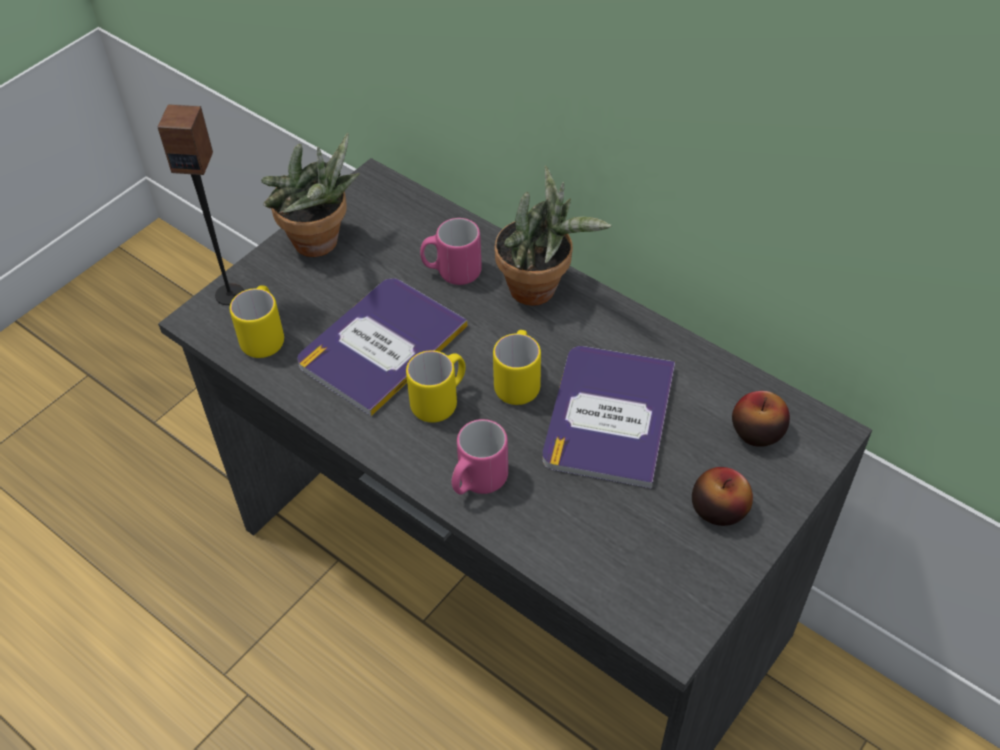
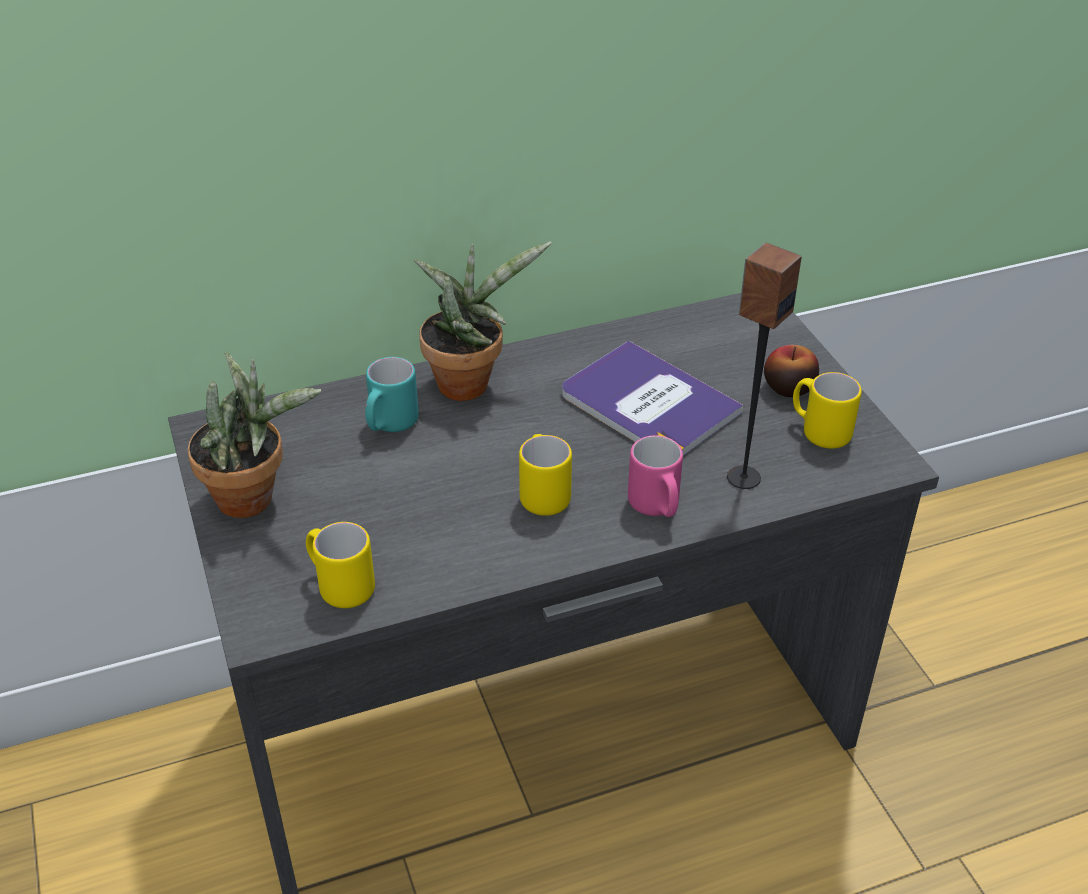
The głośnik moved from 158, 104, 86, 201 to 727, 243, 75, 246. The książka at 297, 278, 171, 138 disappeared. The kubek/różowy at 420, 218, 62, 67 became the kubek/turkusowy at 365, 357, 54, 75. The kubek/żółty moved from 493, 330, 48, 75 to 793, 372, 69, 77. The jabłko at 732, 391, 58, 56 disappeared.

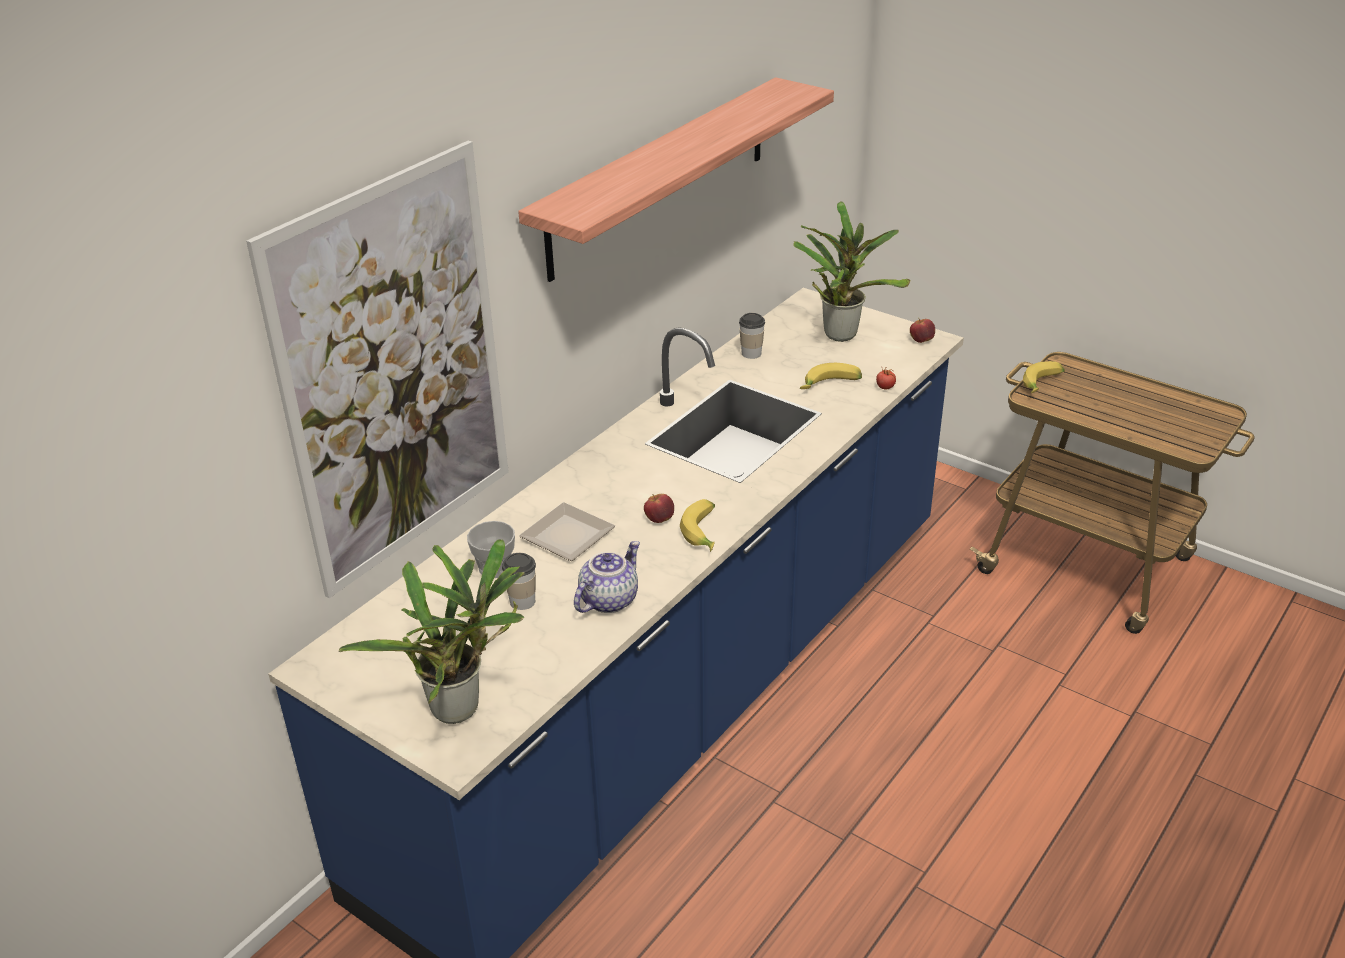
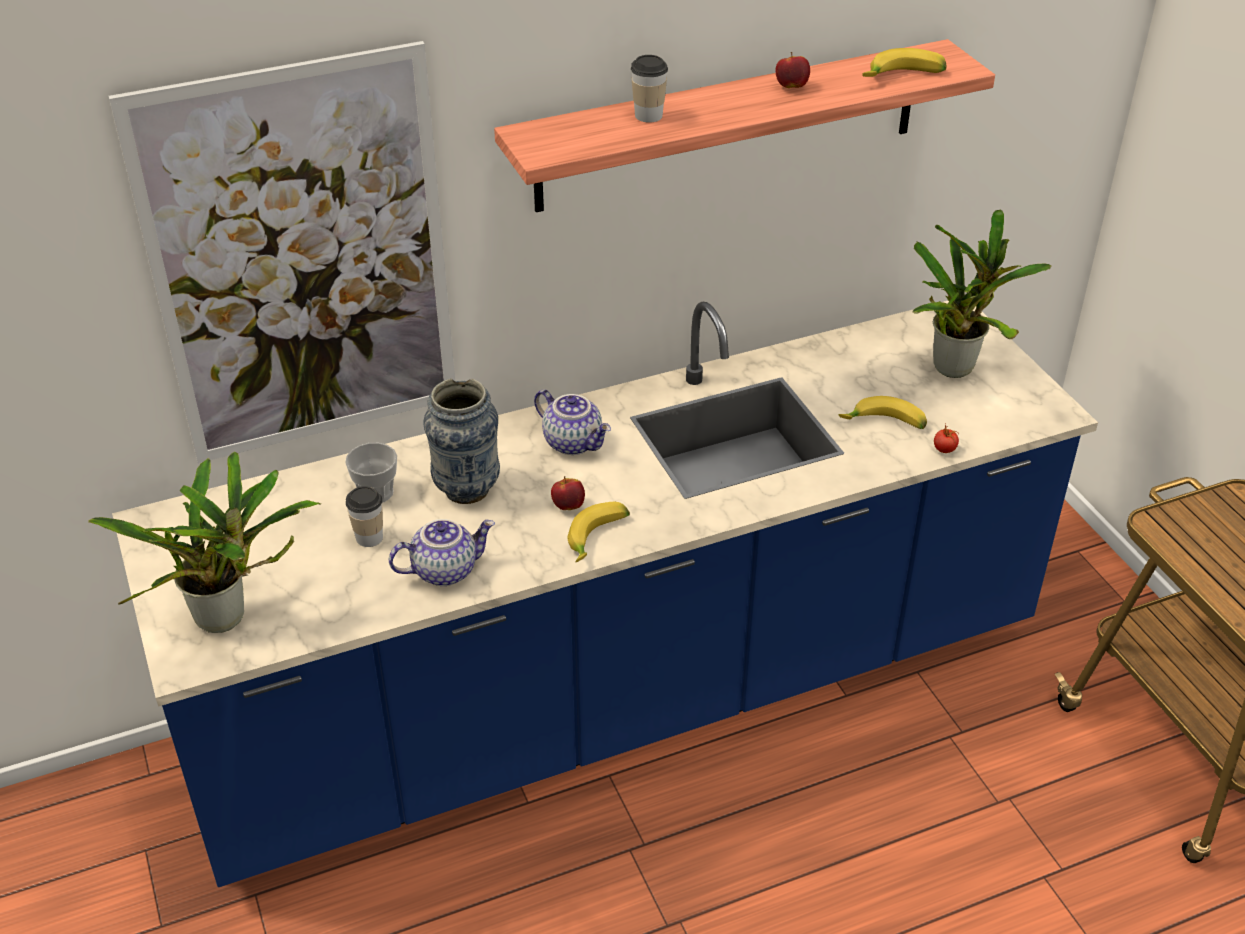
The talerz at 519, 502, 96, 59 was replaced by the wazon at 423, 378, 77, 126. The filiżanka moved from 739, 313, 26, 46 to 631, 55, 37, 68. The jabłko moved from 910, 318, 25, 25 to 776, 52, 34, 36. The banan moved from 1023, 361, 42, 32 to 862, 48, 84, 29. The imbryk at 534, 389, 77, 66 appeared.

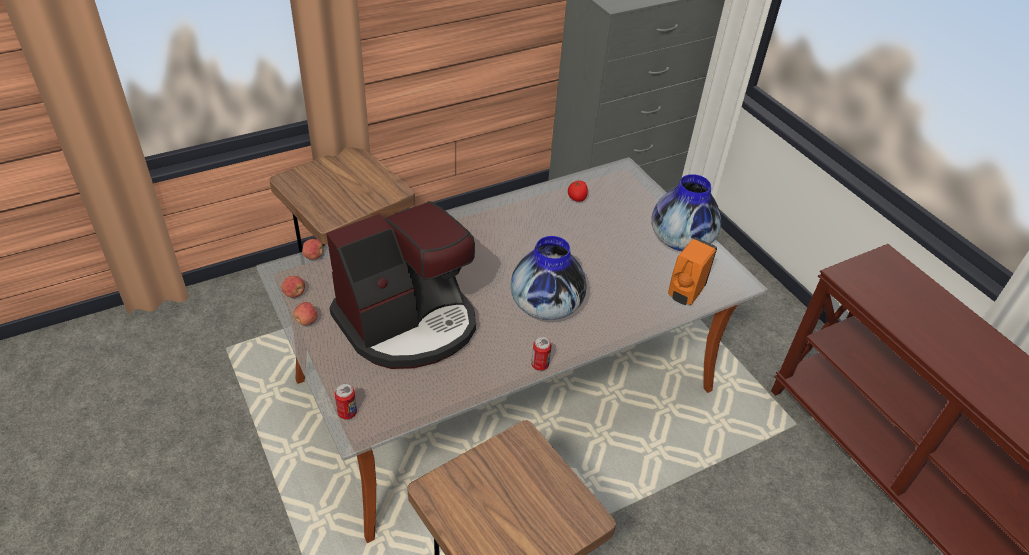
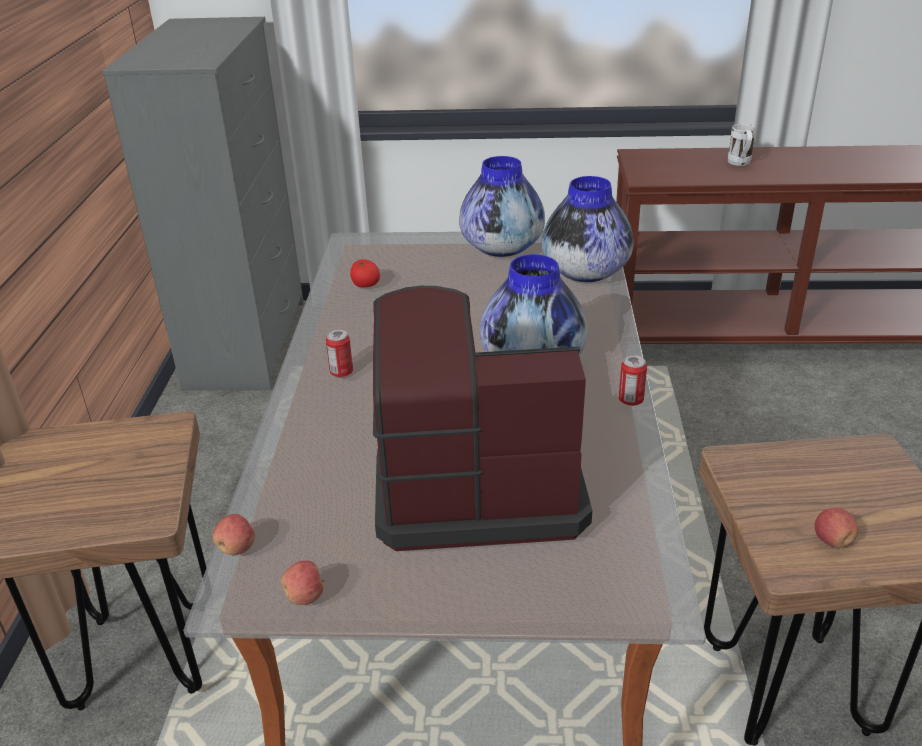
The jabłko moved from 293, 302, 25, 23 to 815, 507, 43, 41. The ekspres do kawy at 326, 201, 150, 168 turned 90 degrees counterclockwise. The puszka moved from 334, 384, 23, 35 to 326, 330, 27, 47. The dozownik mydła/pomarańczowy at 668, 237, 49, 68 was replaced by the wazon at 542, 176, 92, 106. The kubek/biały at 728, 124, 27, 42 appeared.

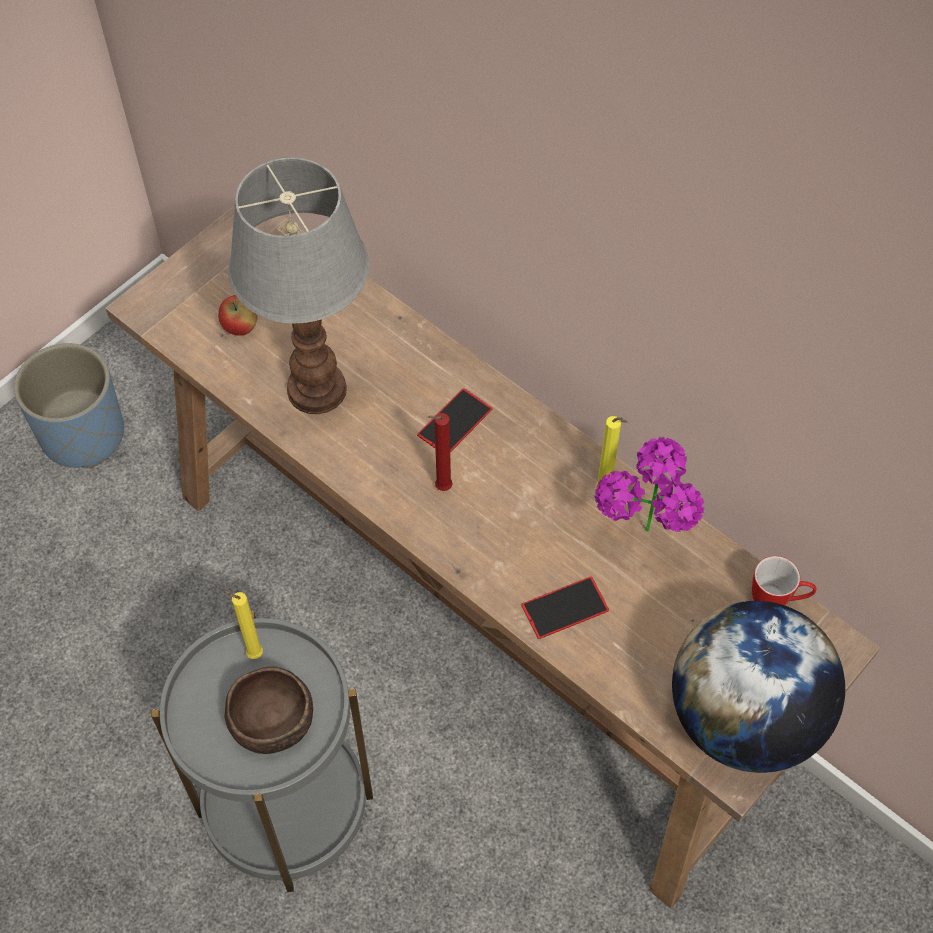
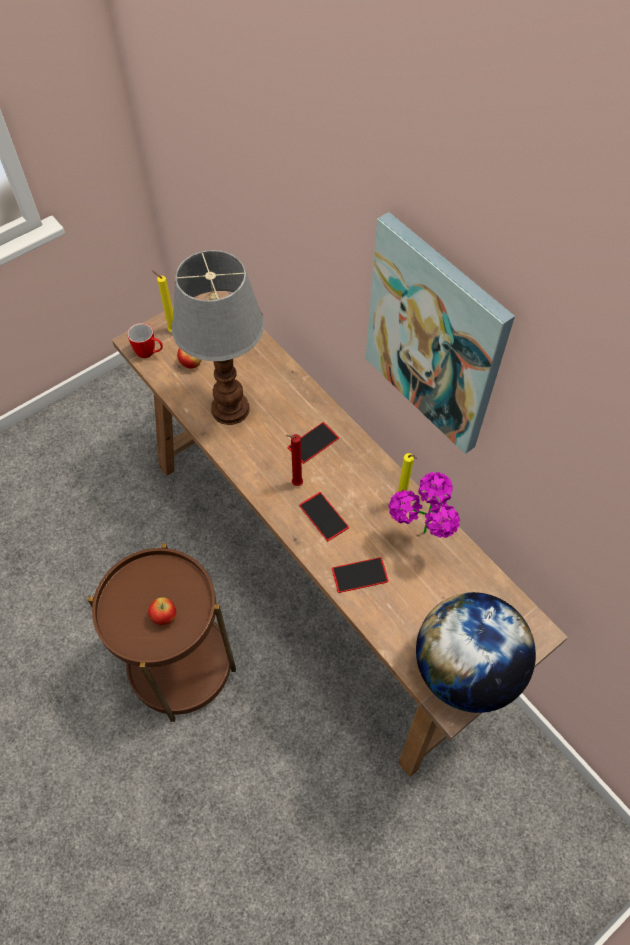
The donica/niebieski at 14, 343, 110, 125 disappeared. The stolik/szary at 151, 611, 222, 281 became the stolik/brązowy at 88, 543, 148, 179. The świeca/żółty moved from 222, 589, 41, 70 to 152, 270, 21, 62. The miska/brązowy at 225, 666, 88, 88 was replaced by the jabłko at 148, 597, 28, 28. The kubek moved from 752, 556, 65, 49 to 127, 323, 36, 35. The telefon at 299, 492, 50, 49 appeared. The obraz at 366, 212, 149, 242 appeared.

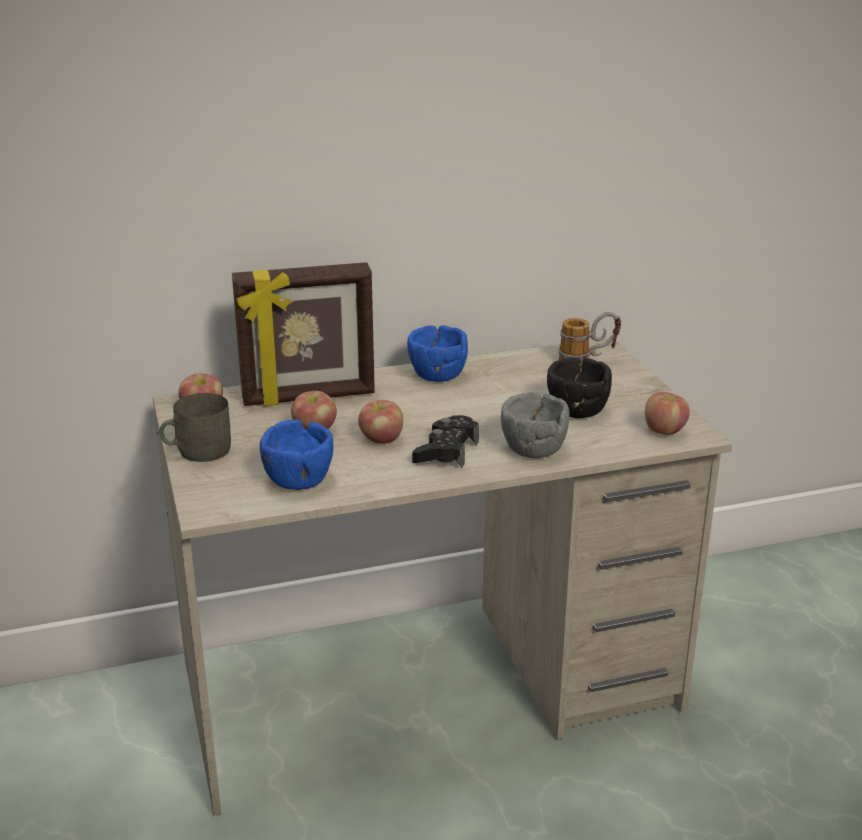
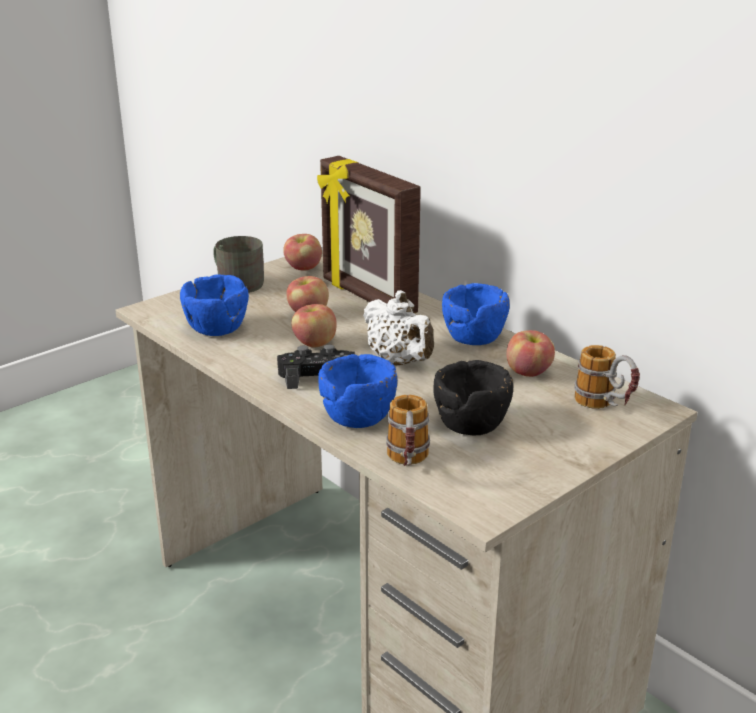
The miska/szary at 501, 392, 69, 66 became the miska/niebieski at 318, 354, 79, 74. The jabłko moved from 645, 392, 45, 43 to 506, 330, 49, 47. The imbryk/biały at 363, 290, 71, 75 appeared. The kubek at 386, 395, 44, 71 appeared.

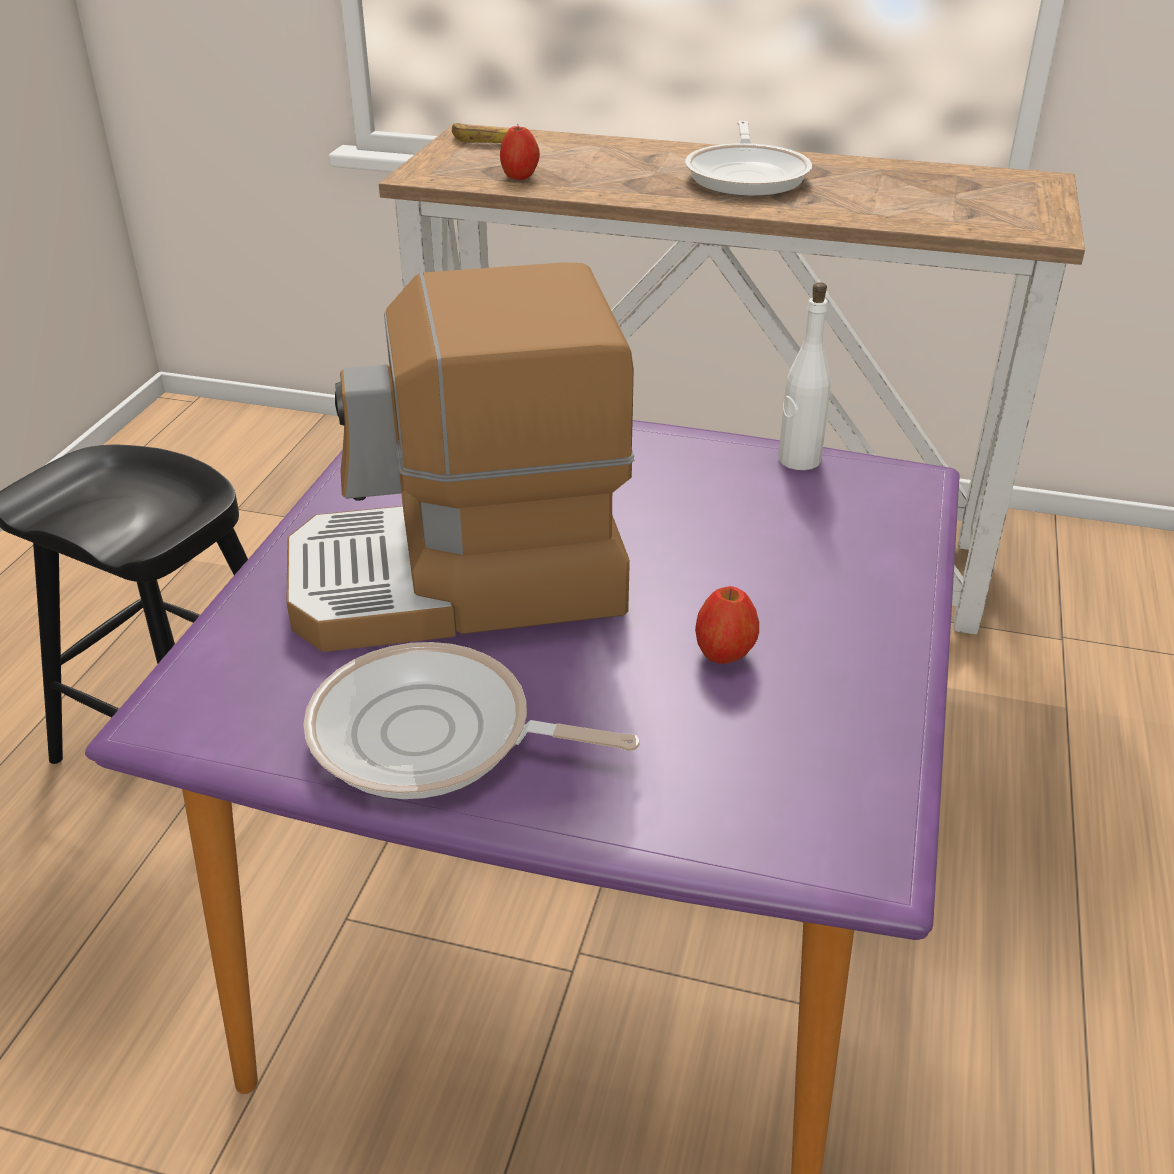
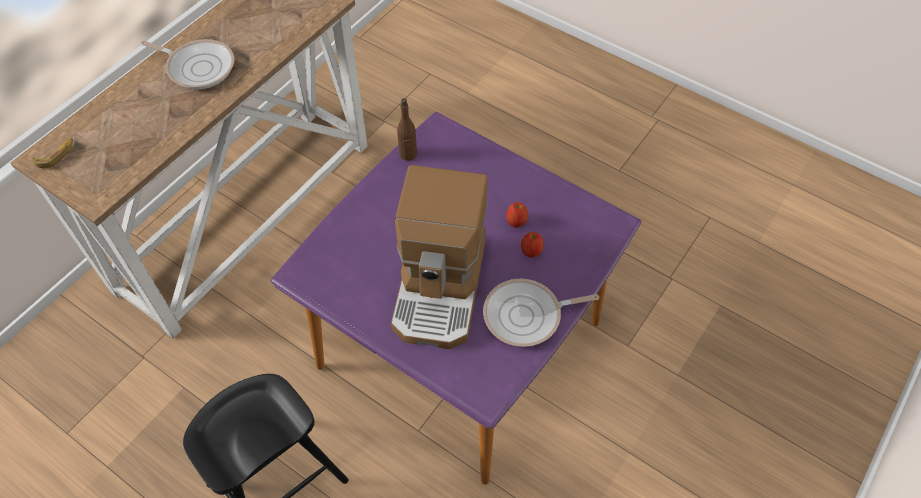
The patelnia at 303, 642, 337, 157 turned 45 degrees clockwise. The jabłko moved from 500, 126, 40, 54 to 521, 232, 23, 26. The butelka/biały at 778, 282, 53, 188 became the butelka/brązowy at 397, 98, 20, 63.

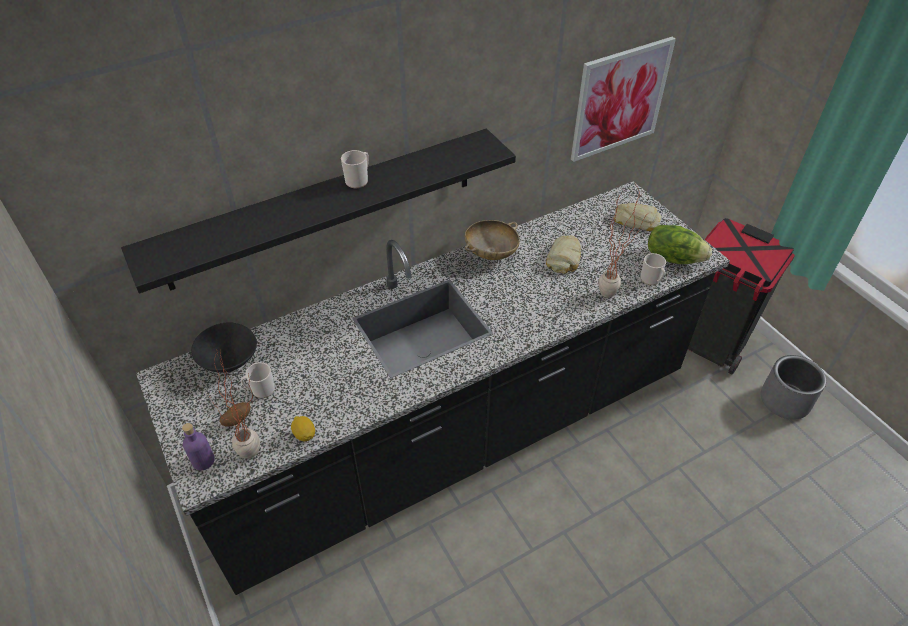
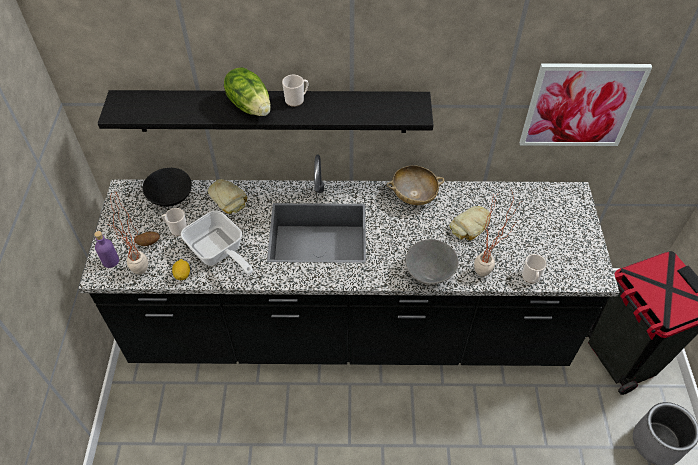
The chleb moved from 614, 203, 48, 28 to 208, 179, 39, 35. The sałata moved from 648, 225, 64, 39 to 224, 67, 47, 49. The patelnia at 181, 210, 72, 65 appeared. The miska/szary at 405, 239, 54, 46 appeared.

